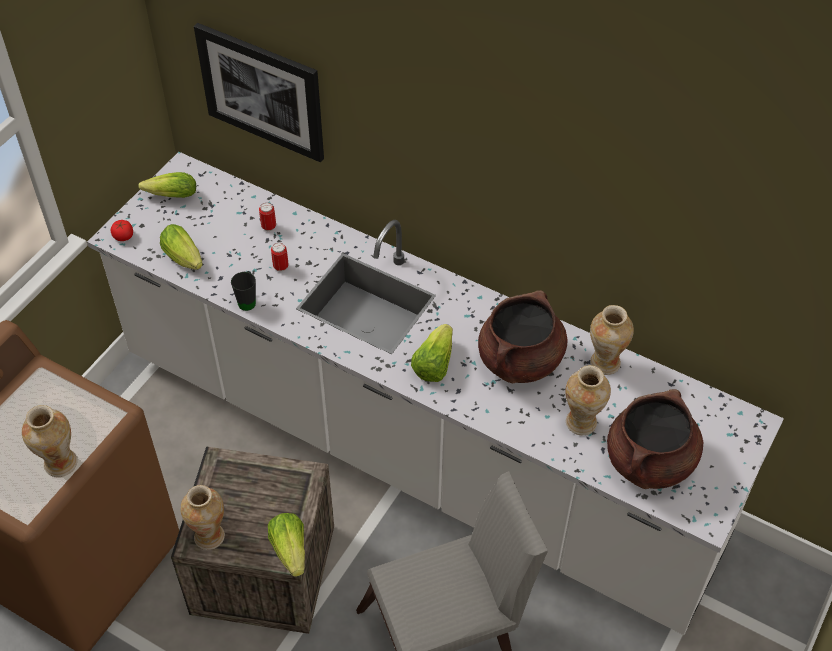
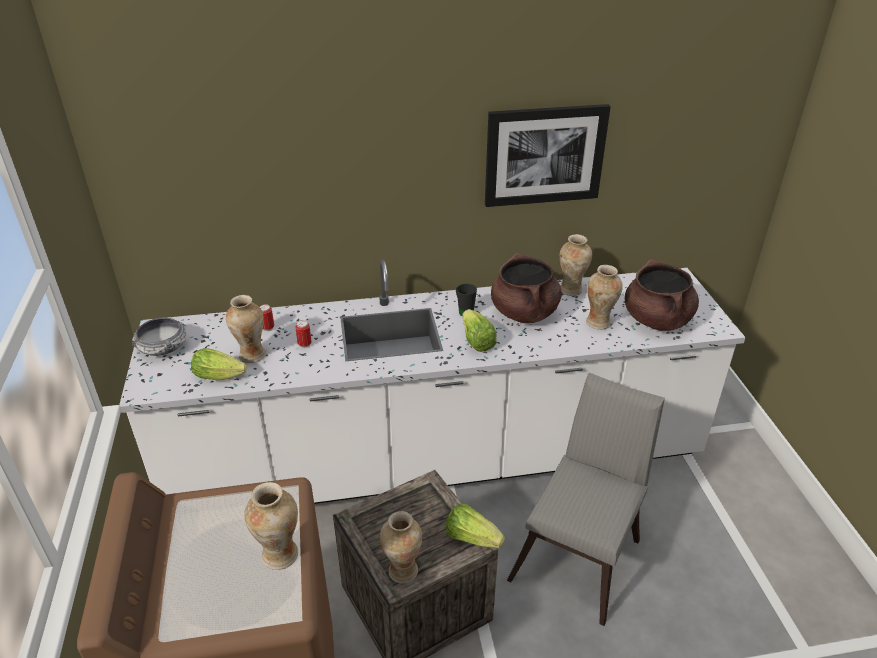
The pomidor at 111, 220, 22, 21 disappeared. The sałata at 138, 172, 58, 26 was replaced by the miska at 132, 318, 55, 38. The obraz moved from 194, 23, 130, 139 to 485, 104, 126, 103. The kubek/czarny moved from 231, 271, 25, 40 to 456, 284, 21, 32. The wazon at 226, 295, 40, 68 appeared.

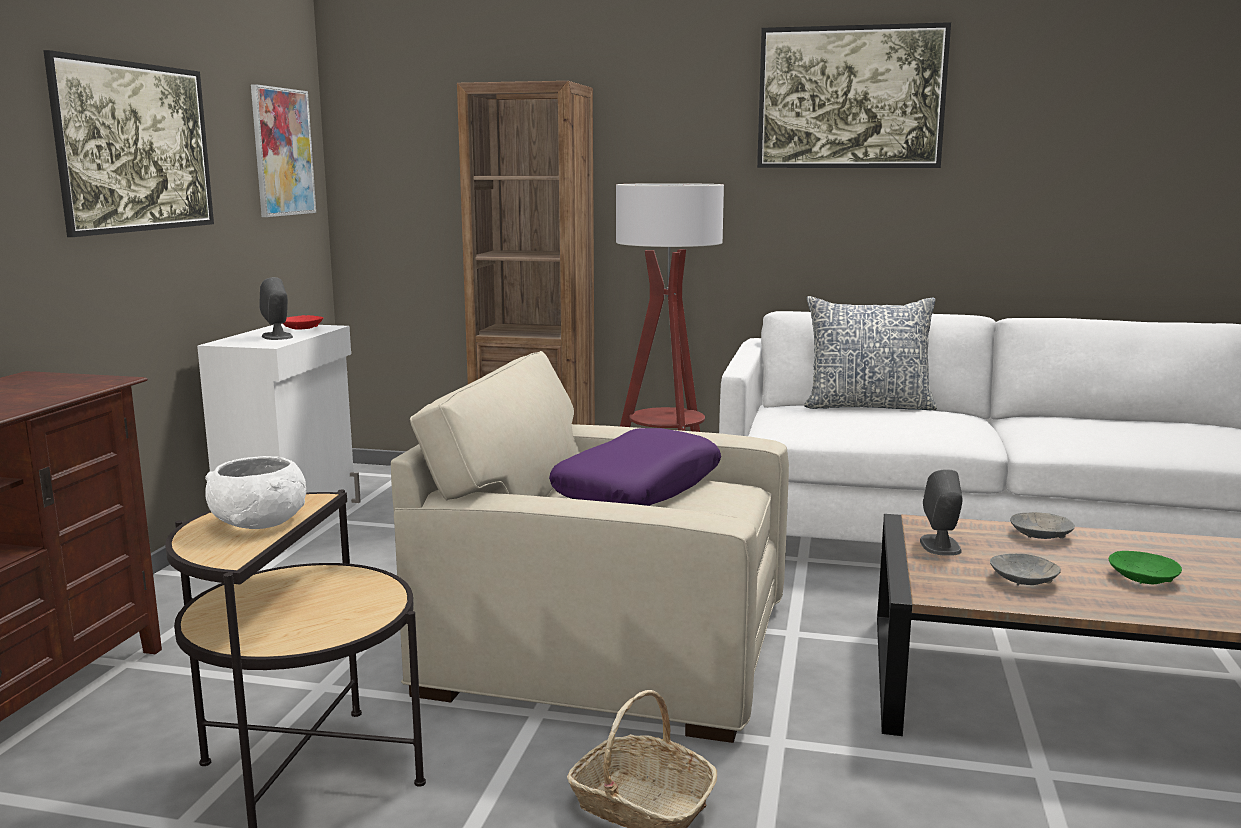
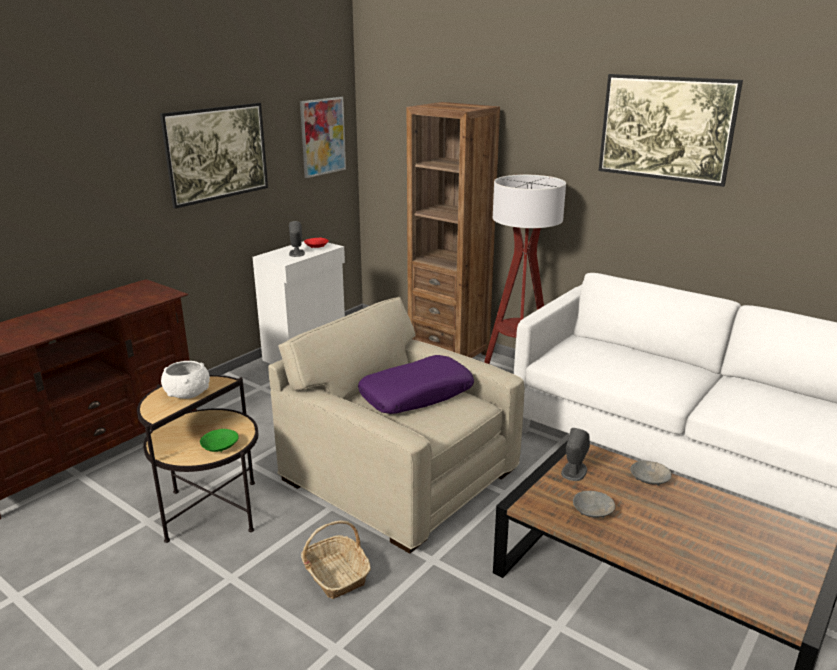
The poduszka at 804, 296, 133, 114 disappeared. The miska/zielony moved from 1109, 551, 73, 33 to 200, 429, 39, 23.

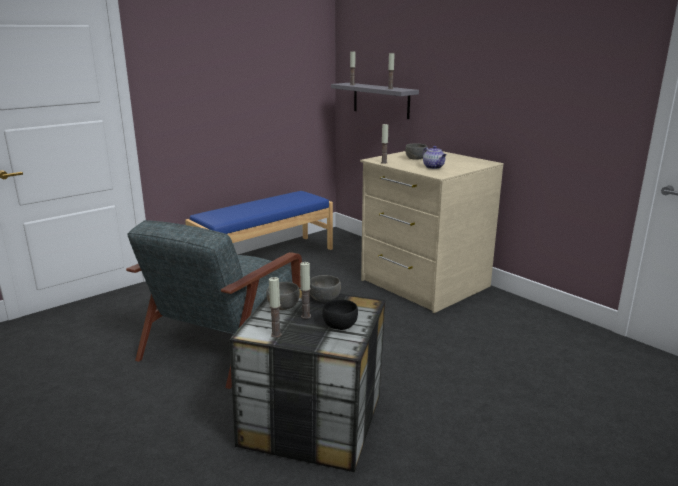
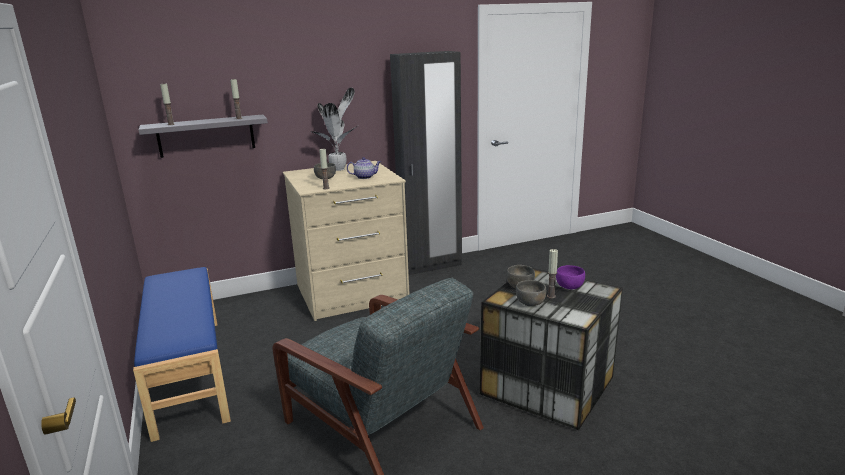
The świeca at 269, 277, 13, 61 disappeared. The miska/czarny at 322, 300, 36, 30 became the miska/fioletowy at 556, 265, 29, 24. The roślina doniczkowa at 311, 88, 46, 83 appeared. The szafa/czarny at 390, 51, 72, 224 appeared.

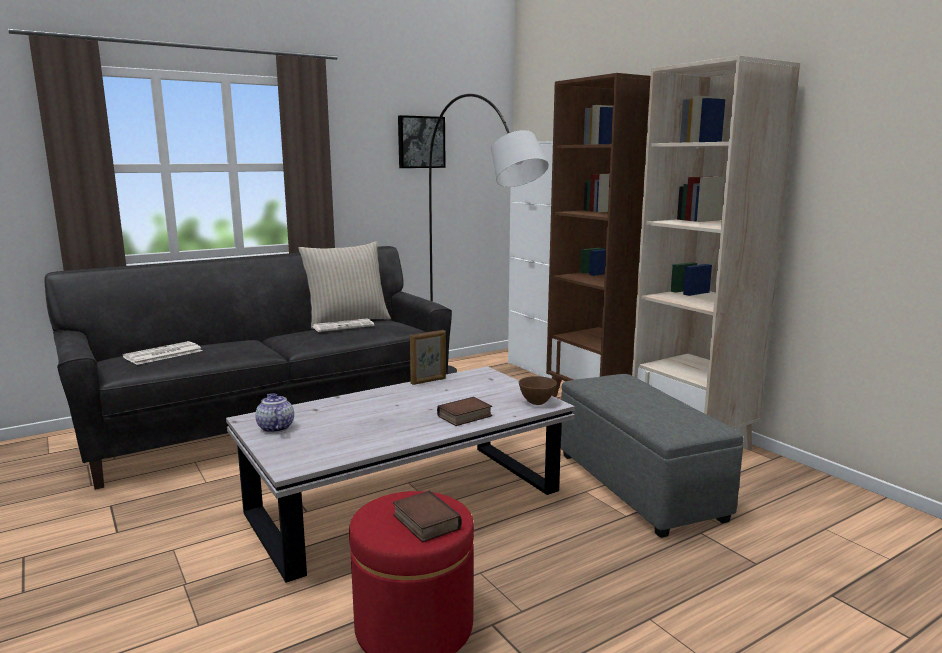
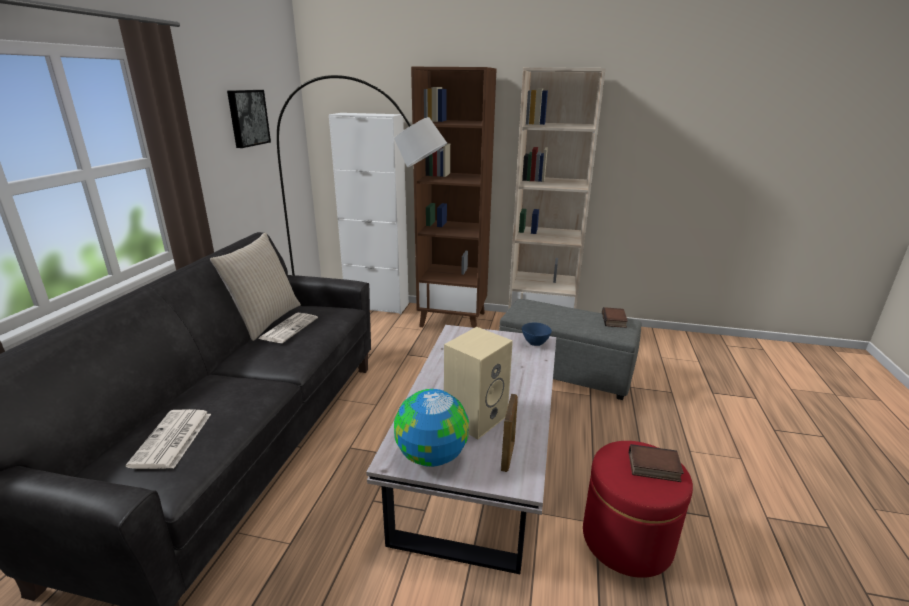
The imbryk at 255, 393, 39, 40 was replaced by the globus at 394, 389, 75, 78. The ramka na zdjęcie moved from 410, 330, 36, 55 to 501, 394, 17, 78. The książka moved from 437, 397, 55, 29 to 602, 307, 26, 21. The miska/brązowy at 519, 376, 38, 29 became the miska/niebieski at 522, 323, 30, 23. The głośnik/beżowy at 444, 327, 69, 112 appeared.

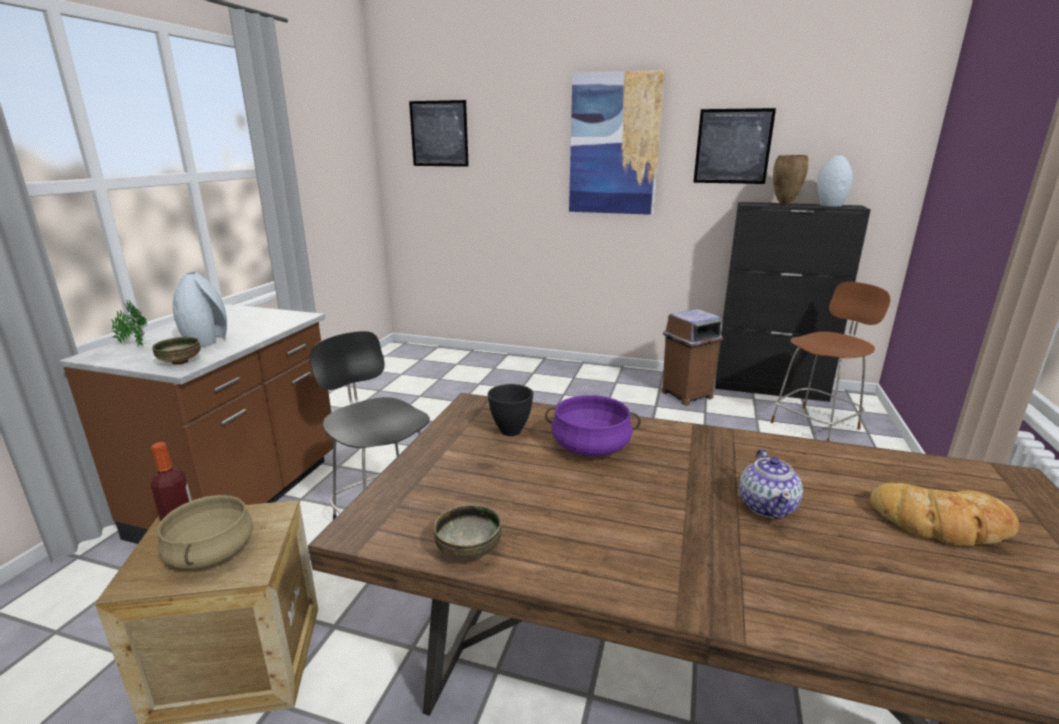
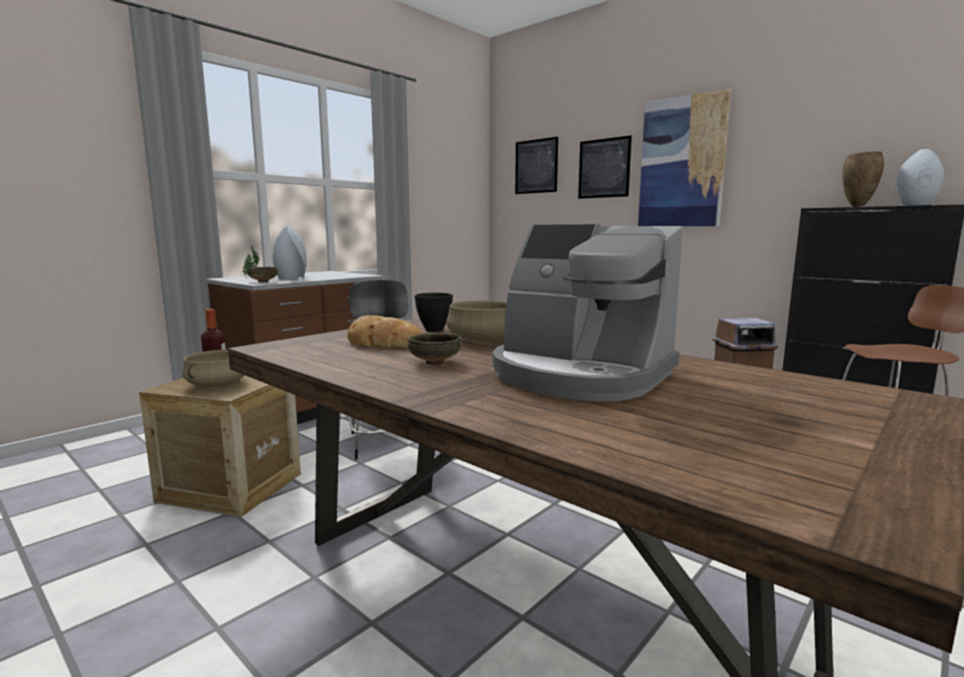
The miska moved from 434, 505, 67, 55 to 408, 333, 53, 32. The garnek/fioletowy at 545, 395, 96, 61 became the garnek/beżowy at 446, 301, 61, 41. The obraz moved from 693, 108, 83, 76 to 578, 135, 54, 64. The imbryk at 739, 449, 64, 70 was replaced by the ekspres do kawy at 493, 224, 190, 177. The chleb moved from 870, 482, 149, 64 to 347, 315, 75, 33.

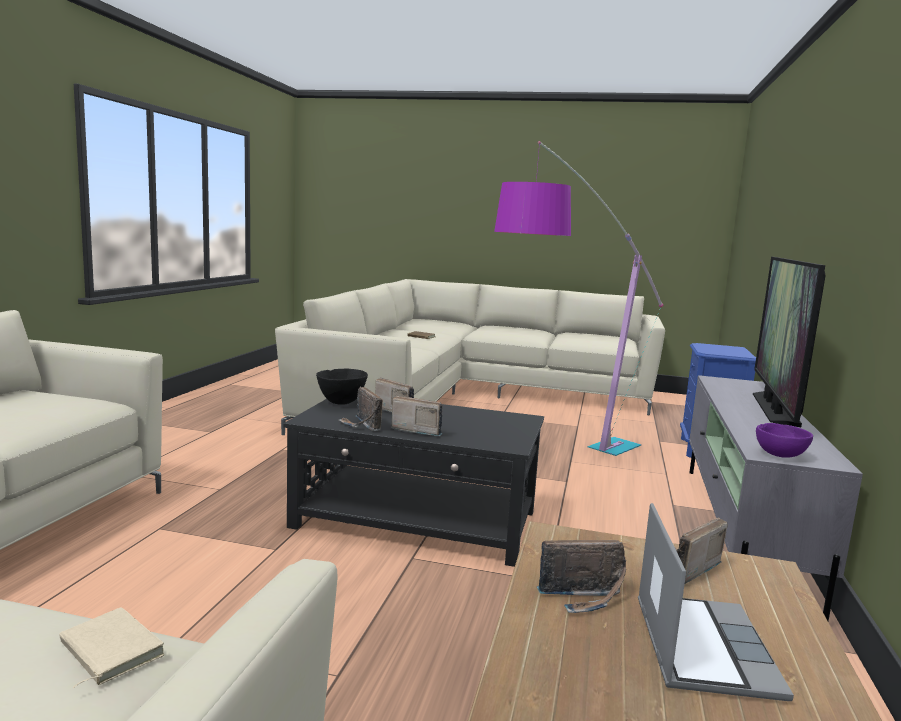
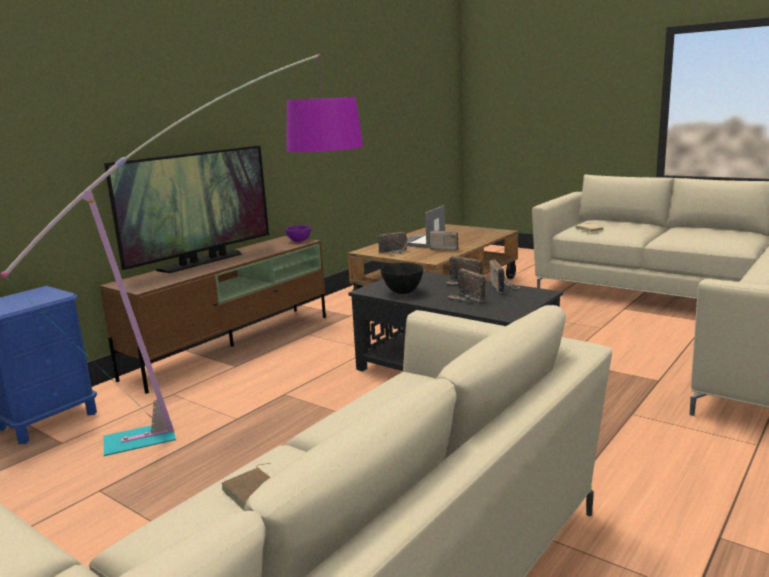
The miska/czarny moved from 316, 369, 52, 36 to 380, 262, 44, 32. The szafka pod telewizor/szary at 689, 375, 174, 246 became the szafka pod telewizor/brązowy at 100, 236, 226, 158.

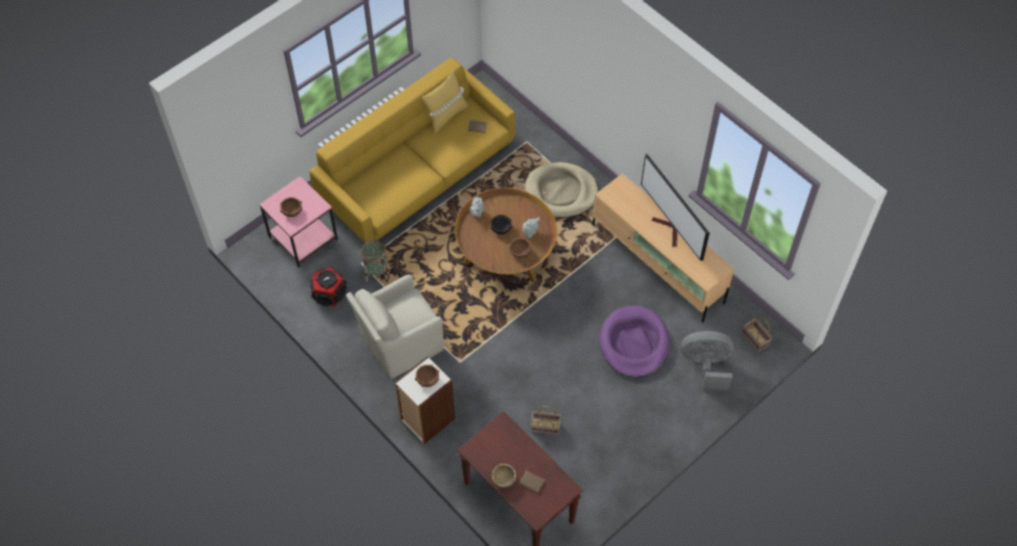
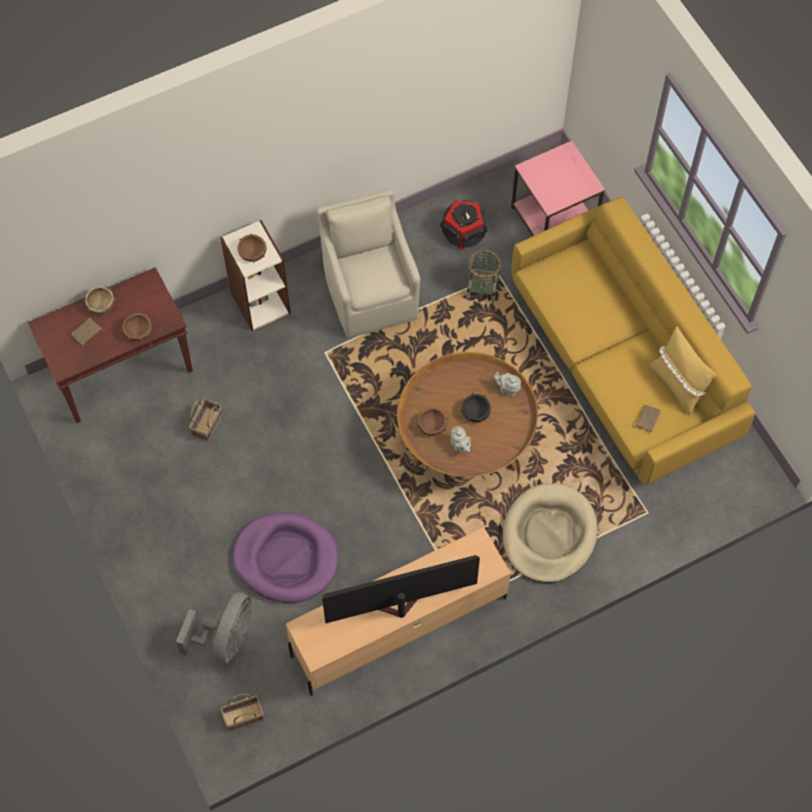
The miska/brązowy moved from 280, 197, 22, 20 to 122, 312, 30, 29.

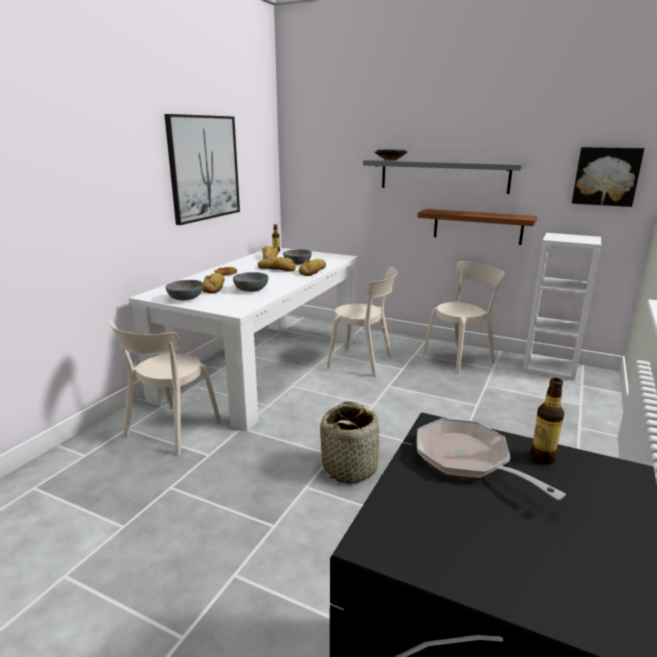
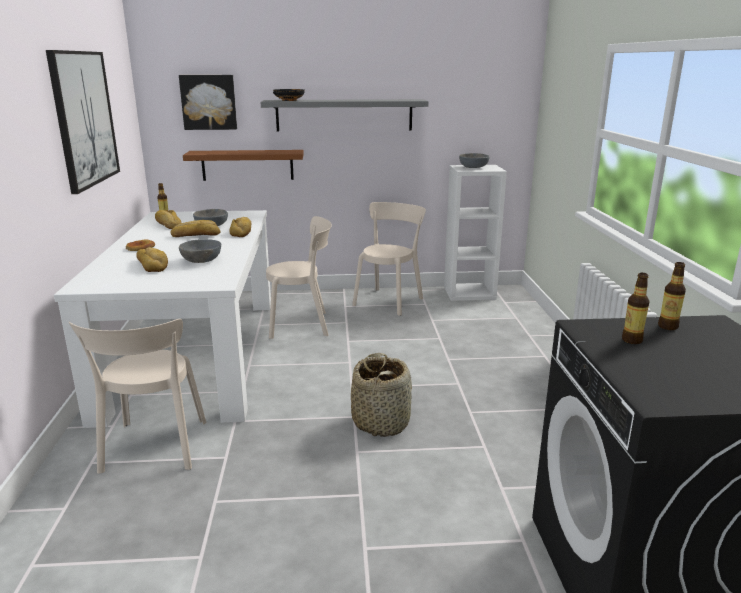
The miska/szary moved from 166, 280, 37, 21 to 459, 153, 30, 15. The półka/brązowy moved from 417, 209, 120, 36 to 183, 150, 121, 31. The patelnia at 417, 418, 149, 82 was replaced by the butelka at 622, 273, 28, 71. The obraz moved from 572, 147, 72, 60 to 179, 75, 58, 55.

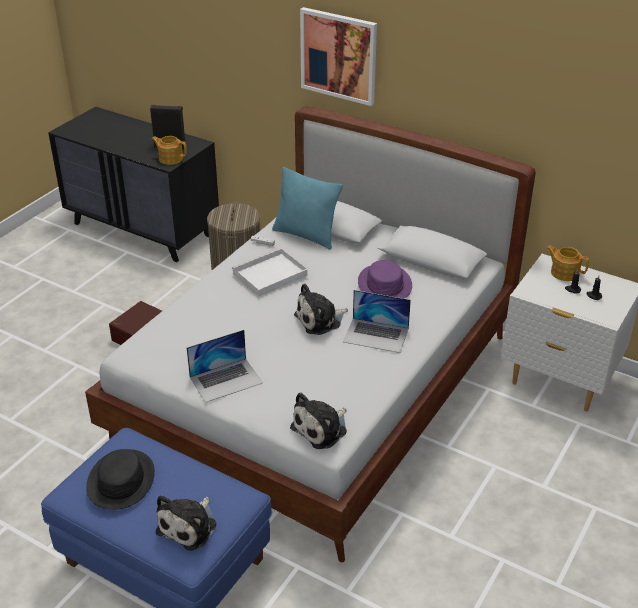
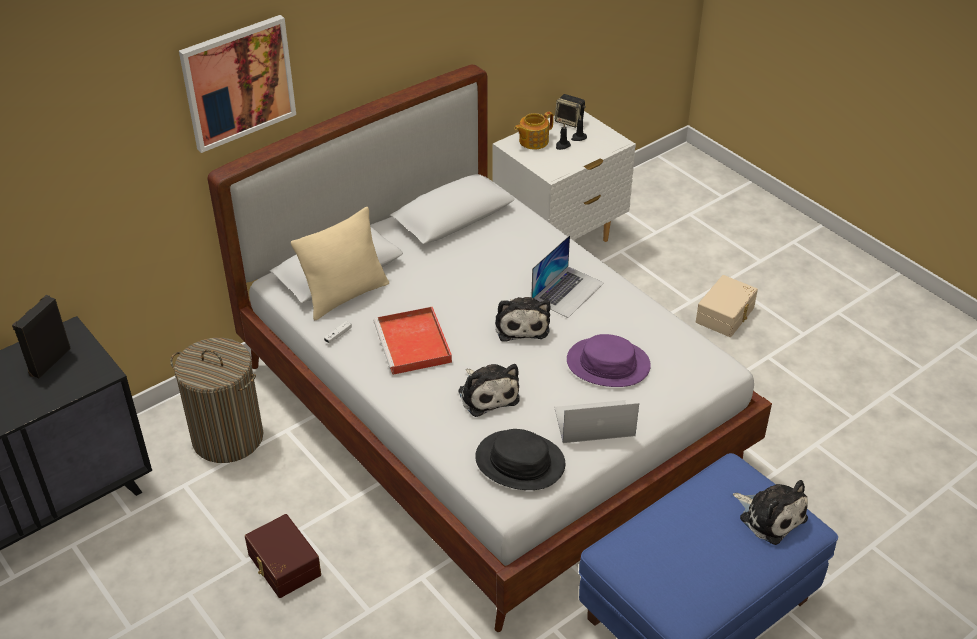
The kapelusz/czarny moved from 86, 449, 69, 61 to 475, 429, 90, 61. The imbryk at 152, 136, 35, 29 disappeared. The laptop at 187, 330, 76, 73 turned 90 degrees counterclockwise. The taca/biały at 232, 248, 75, 49 became the taca/czerwony at 373, 307, 79, 68. The poduszka/turkusowy at 272, 167, 71, 83 became the poduszka/beżowy at 291, 207, 98, 113. The pluszak moved from 290, 392, 57, 57 to 458, 364, 61, 53. The kapelusz/fioletowy moved from 358, 260, 54, 39 to 567, 334, 84, 53. The głośnik at 555, 94, 31, 34 appeared. The pojemnik do przechowywania/beżowy at 696, 275, 62, 62 appeared.

